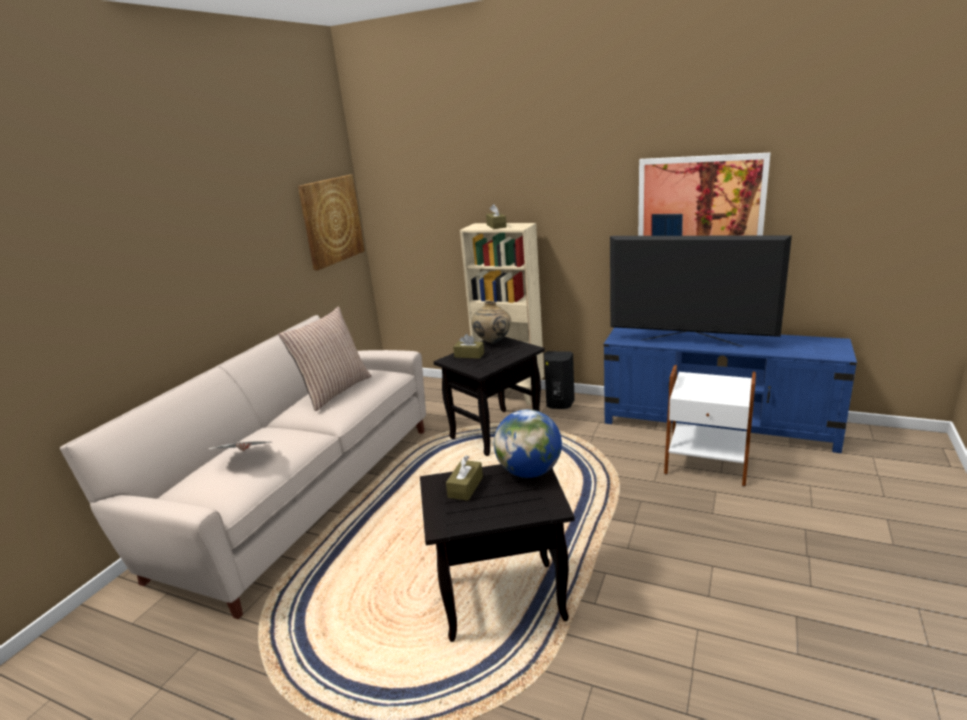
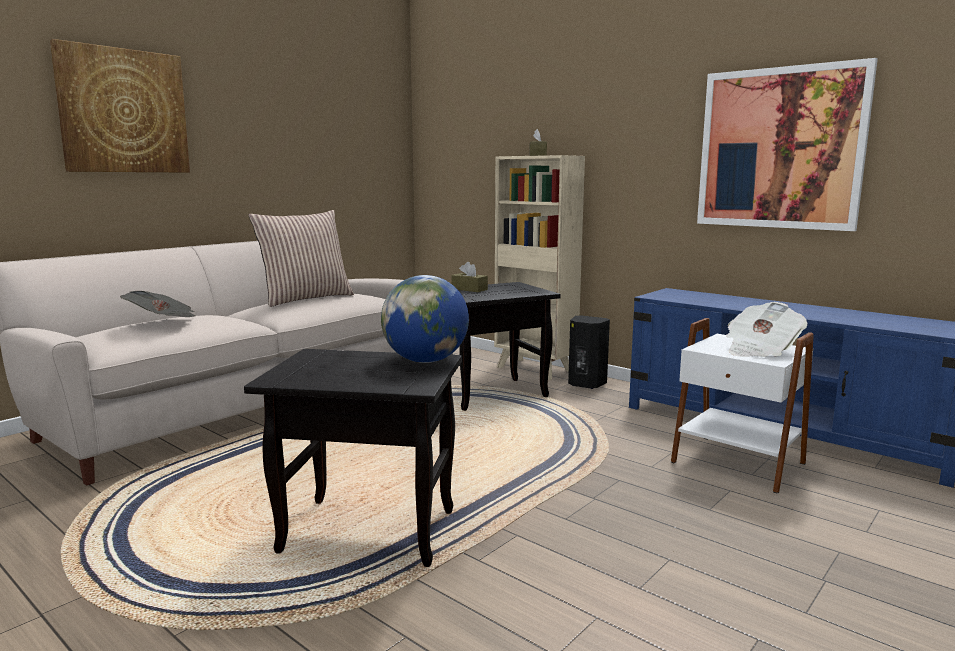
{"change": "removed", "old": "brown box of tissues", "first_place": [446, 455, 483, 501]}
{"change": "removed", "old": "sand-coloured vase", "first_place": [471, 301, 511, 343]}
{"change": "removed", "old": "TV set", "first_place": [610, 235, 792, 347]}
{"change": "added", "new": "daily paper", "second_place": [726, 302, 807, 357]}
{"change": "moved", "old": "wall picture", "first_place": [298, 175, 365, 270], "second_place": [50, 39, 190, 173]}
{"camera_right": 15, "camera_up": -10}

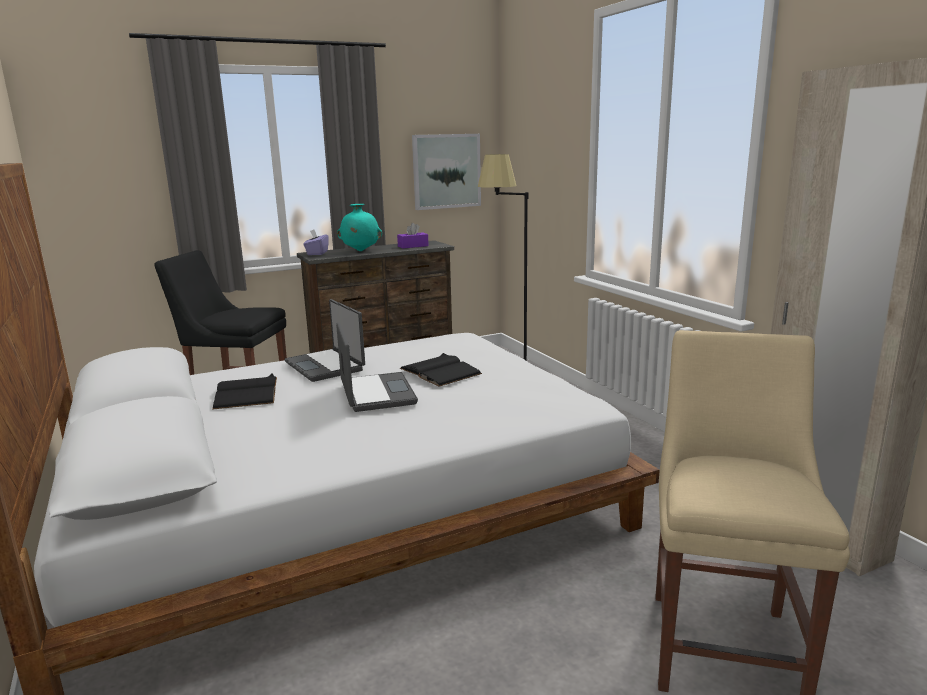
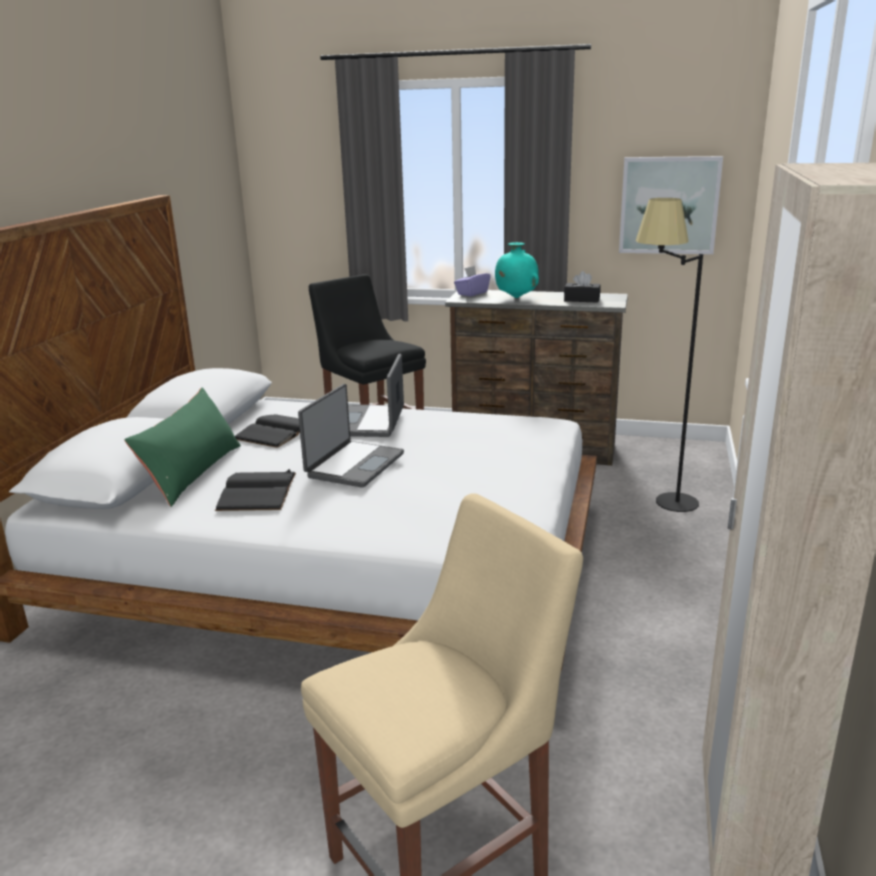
{"change": "added", "new": "green-coloured cushion", "second_place": [124, 388, 241, 507]}
{"change": "moved", "old": "blackish volume", "first_place": [400, 353, 482, 387], "second_place": [215, 469, 296, 511]}
{"change": "recoloured", "old": "purplish box of tissues", "new": "blackish box of tissues", "first_place": [397, 223, 429, 249], "second_place": [564, 271, 601, 303]}
{"camera_right": 40, "camera_up": 5}

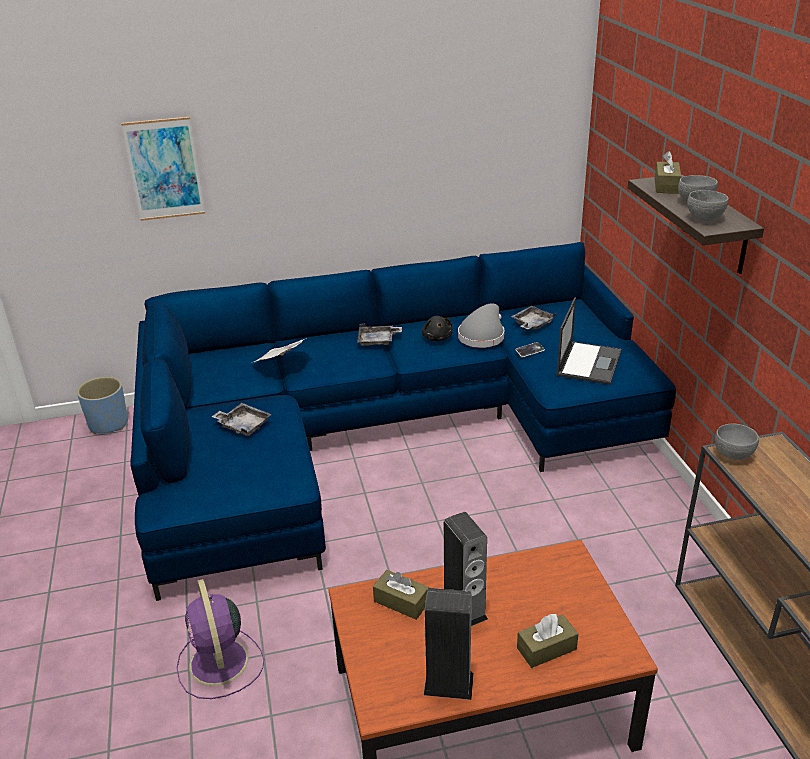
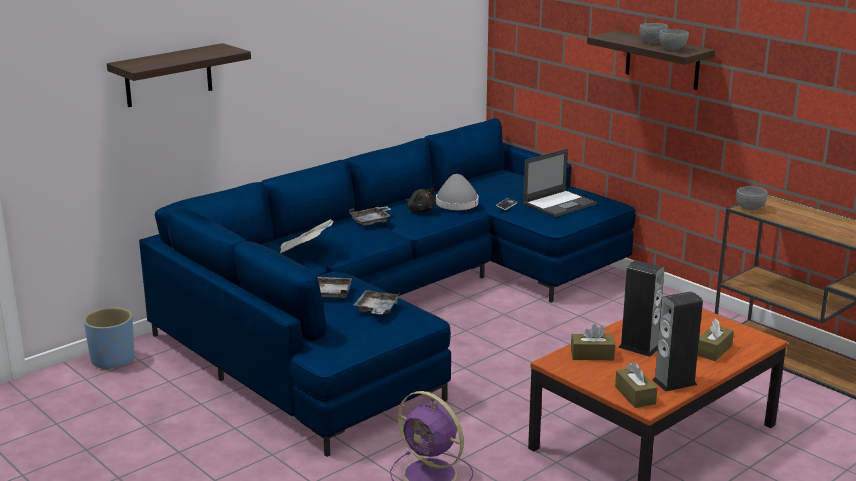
{"change": "moved", "old": "grey tray", "first_place": [511, 306, 556, 330], "second_place": [354, 290, 400, 315]}
{"change": "moved", "old": "brown box of tissues", "first_place": [655, 151, 681, 194], "second_place": [615, 362, 657, 408]}
{"change": "replaced", "old": "wall picture", "new": "bracket shelf", "first_place": [121, 117, 205, 221], "second_place": [107, 43, 251, 107]}
{"change": "turned", "old": "laptop", "first_place": [556, 297, 622, 385], "second_place": [523, 149, 597, 217], "degrees": 60}
{"camera_right": -30, "camera_up": -10}

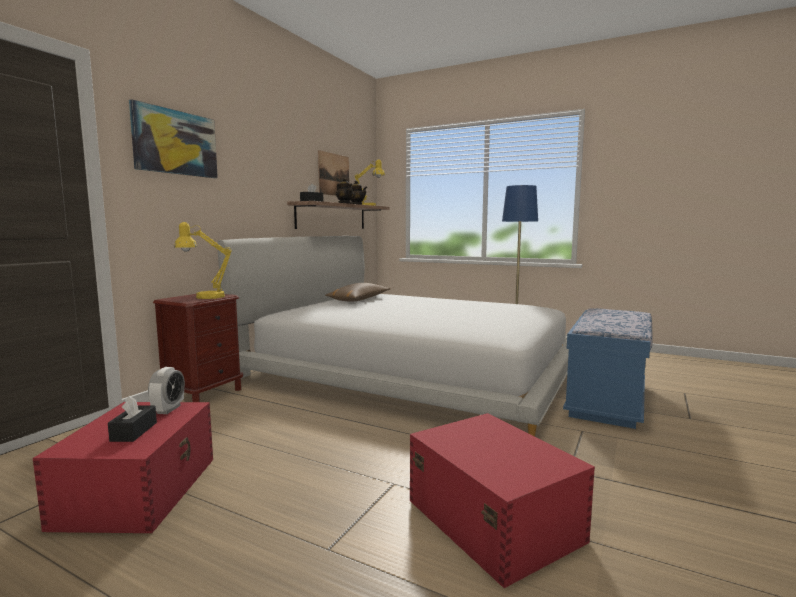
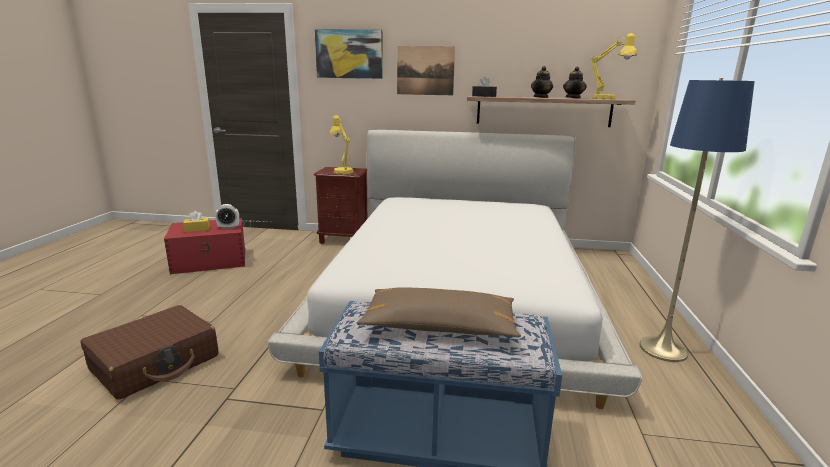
{"change": "moved", "old": "wall picture", "first_place": [318, 150, 349, 196], "second_place": [397, 46, 455, 95]}
{"change": "moved", "old": "brown cushion", "first_place": [326, 283, 391, 302], "second_place": [357, 287, 521, 337]}
{"change": "replaced", "old": "red-coloured storage box", "new": "brown travel case", "first_place": [410, 413, 595, 588], "second_place": [81, 305, 219, 400]}
{"change": "recoloured", "old": "blackish box of tissues", "new": "yellow box of tissues", "first_place": [108, 396, 157, 442], "second_place": [183, 211, 210, 232]}
{"camera_right": 70, "camera_up": 10}

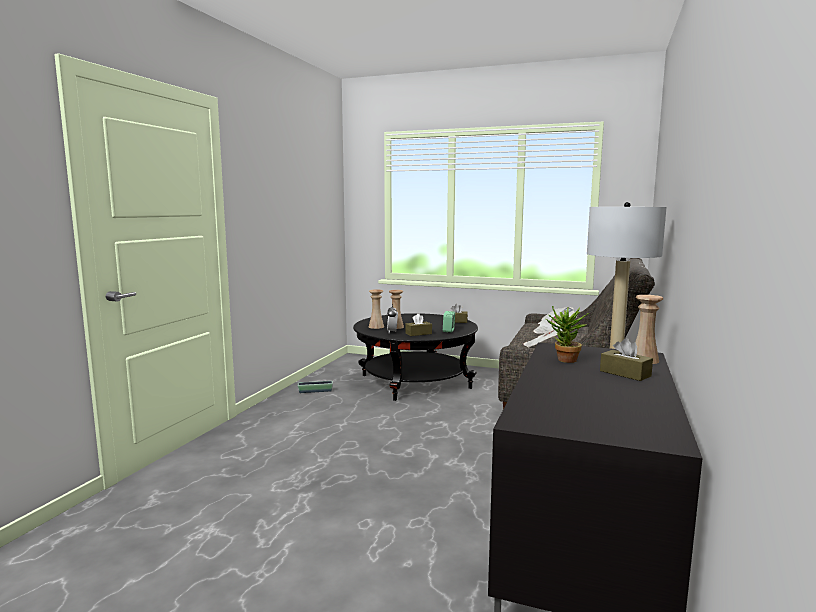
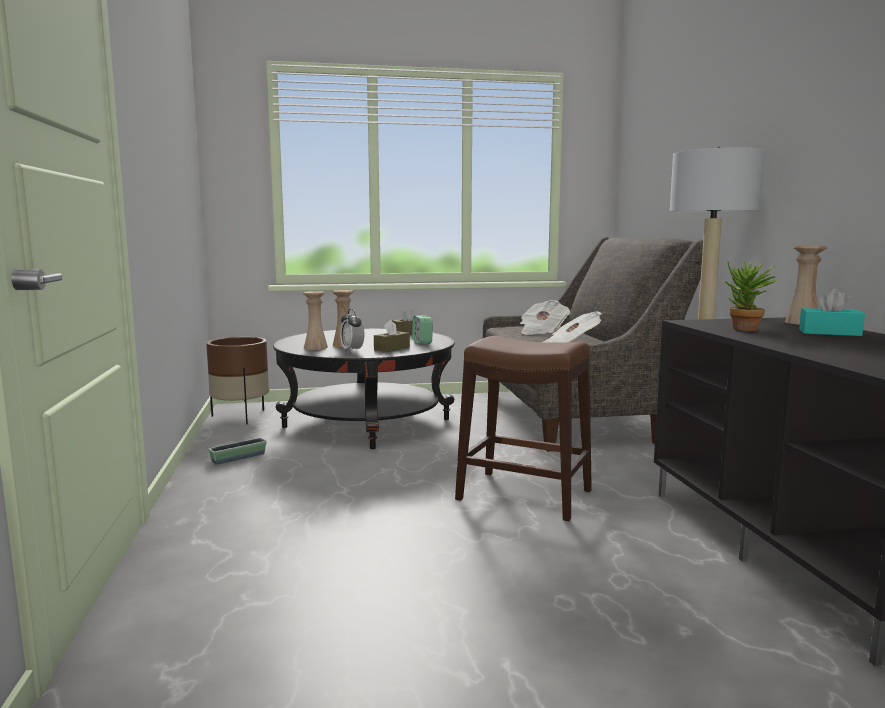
{"change": "added", "new": "brown flower pot", "second_place": [206, 337, 269, 424]}
{"change": "added", "new": "brown sitting stool", "second_place": [455, 336, 592, 521]}
{"change": "recoloured", "old": "brown box of tissues", "new": "turquoise box of tissues", "first_place": [600, 338, 653, 381], "second_place": [799, 289, 865, 336]}
{"camera_right": -30, "camera_up": 0}

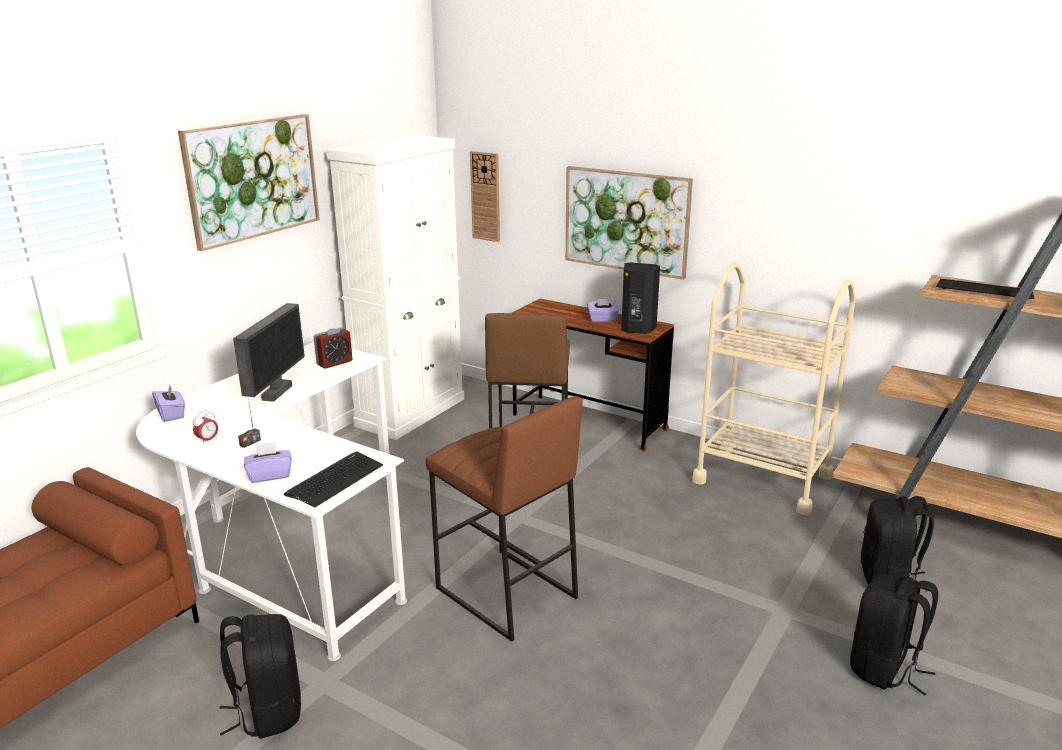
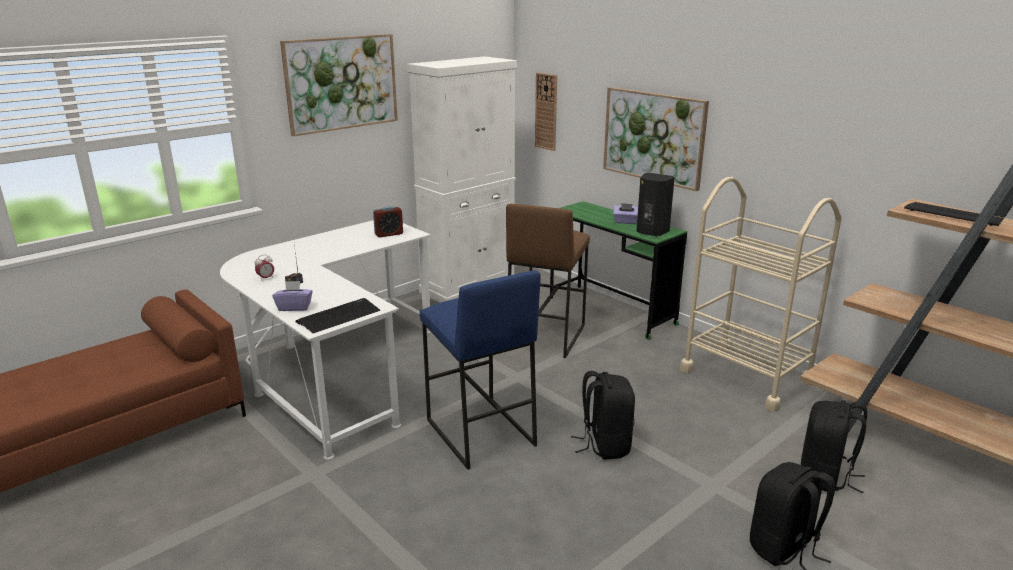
{"change": "removed", "old": "purplish box of tissues", "first_place": [152, 385, 185, 422]}
{"change": "removed", "old": "computer display", "first_place": [233, 303, 305, 402]}
{"change": "moved", "old": "blackish knapsack", "first_place": [220, 614, 301, 738], "second_place": [571, 371, 635, 460]}
{"change": "recoloured", "old": "brown sitting stool", "new": "bluish sitting stool", "first_place": [425, 396, 583, 642], "second_place": [419, 271, 541, 470]}
{"change": "recoloured", "old": "brown desk table", "new": "green-coloured desk table", "first_place": [512, 298, 674, 451], "second_place": [550, 201, 687, 340]}
{"camera_right": 15, "camera_up": 0}

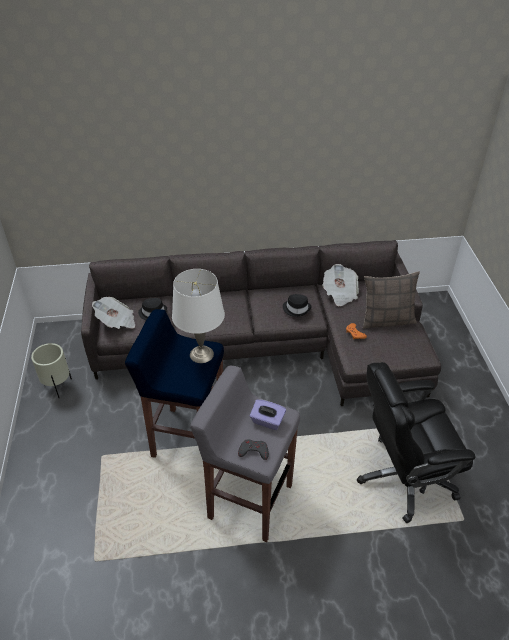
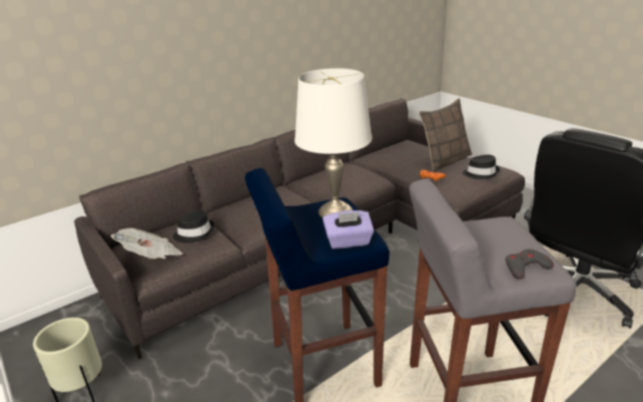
{"change": "removed", "old": "daily paper", "first_place": [323, 264, 359, 307]}
{"change": "moved", "old": "purplish box of tissues", "first_place": [250, 399, 286, 430], "second_place": [323, 210, 374, 249]}
{"change": "moved", "old": "blackish clothing hat", "first_place": [283, 294, 311, 317], "second_place": [462, 155, 500, 180]}
{"camera_right": -30, "camera_up": -15}

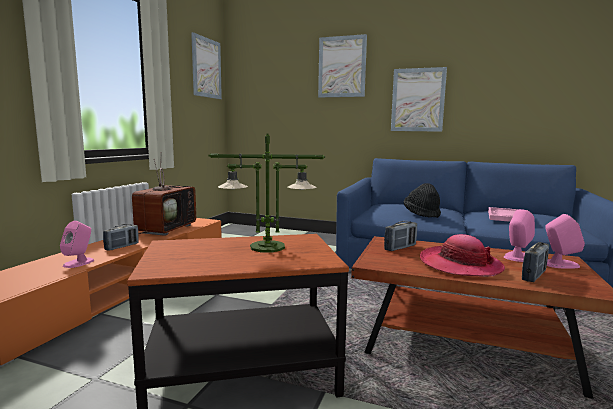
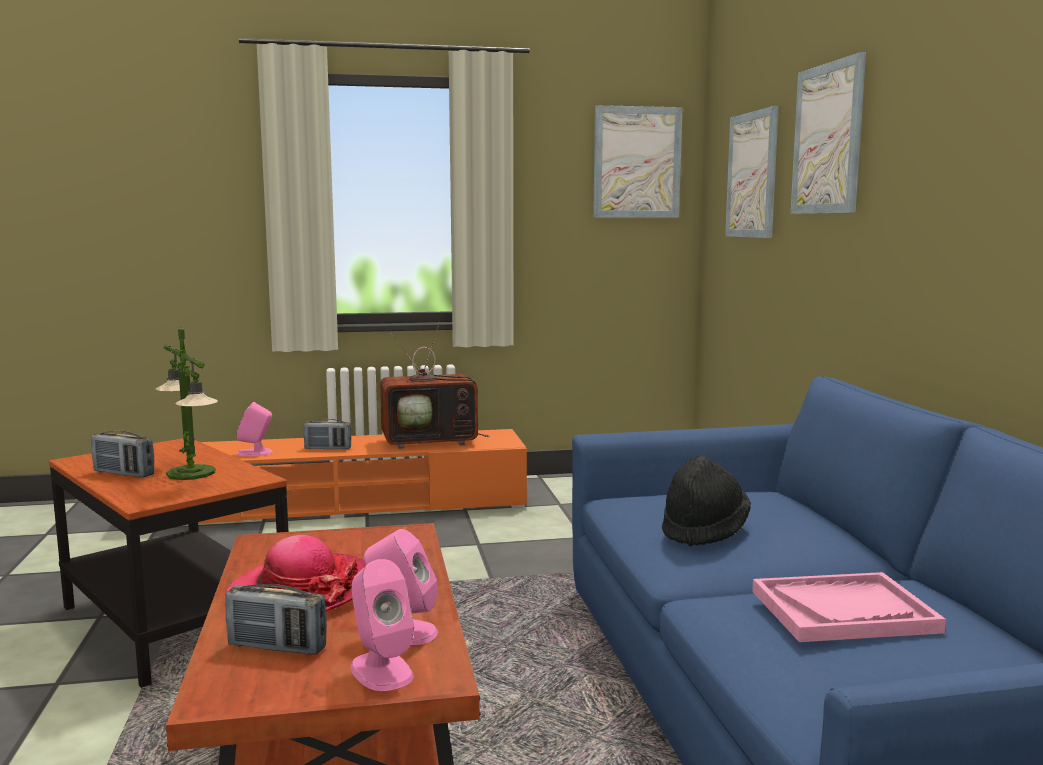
{"change": "moved", "old": "radio receiver", "first_place": [384, 221, 417, 251], "second_place": [91, 431, 154, 477]}
{"change": "moved", "old": "wall picture", "first_place": [391, 67, 447, 132], "second_place": [725, 106, 779, 238]}
{"camera_right": 60, "camera_up": 0}

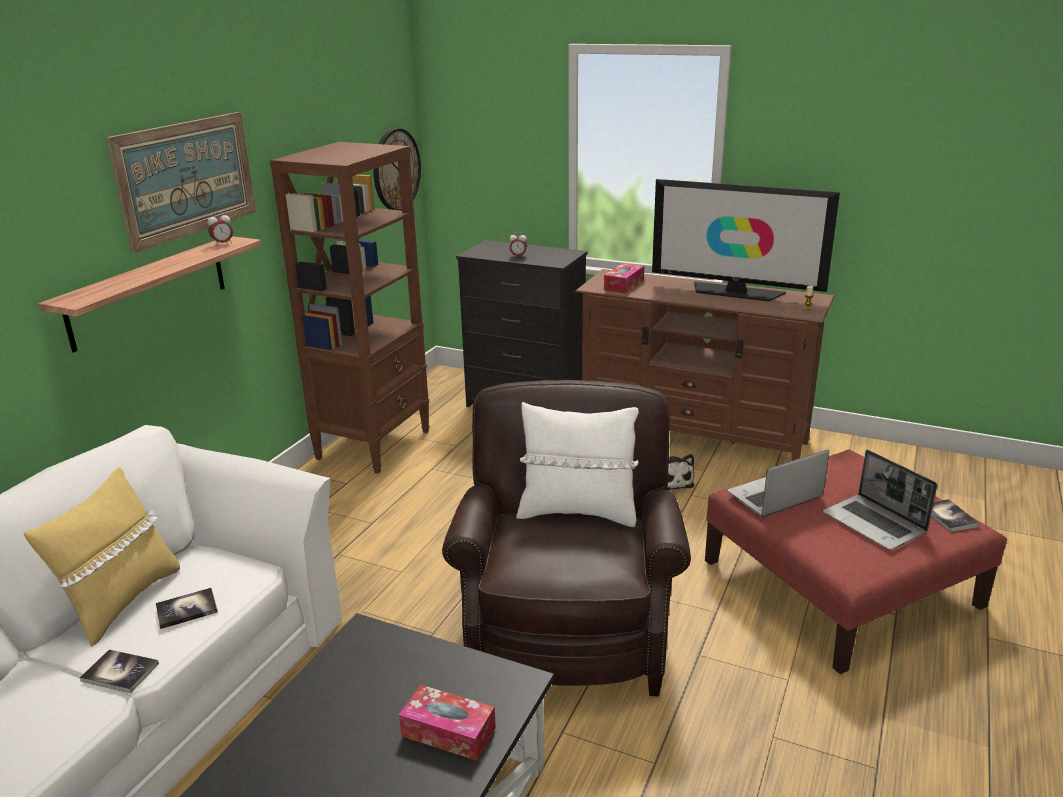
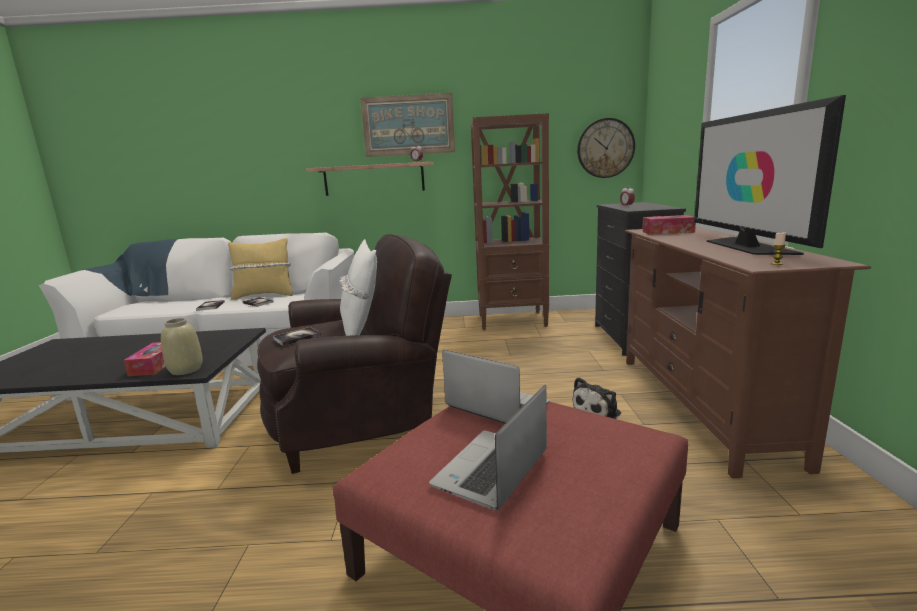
{"change": "added", "new": "sand-coloured vase", "second_place": [161, 318, 203, 375]}
{"change": "moved", "old": "volume", "first_place": [931, 499, 980, 532], "second_place": [273, 327, 322, 346]}
{"camera_right": 65, "camera_up": -10}

